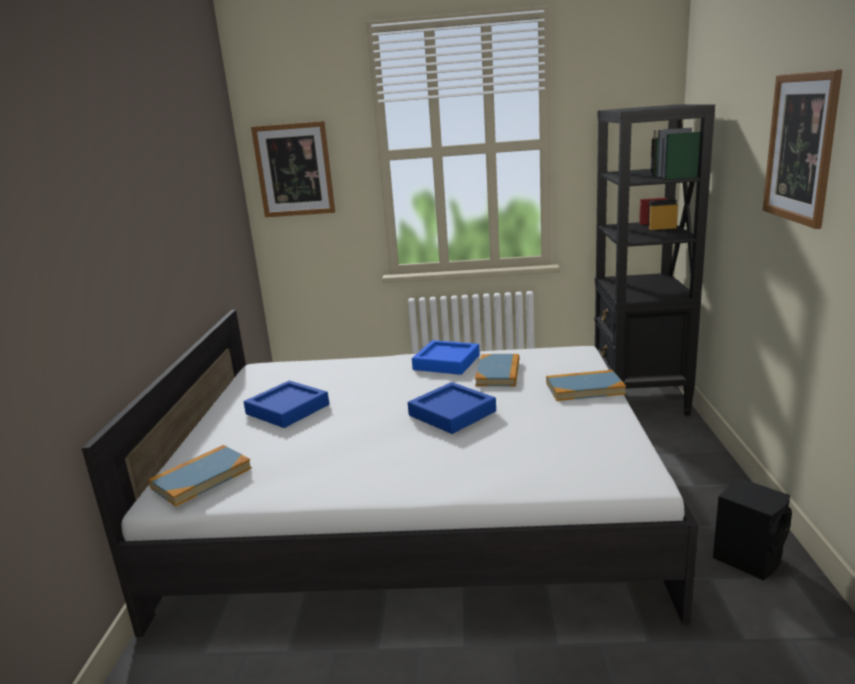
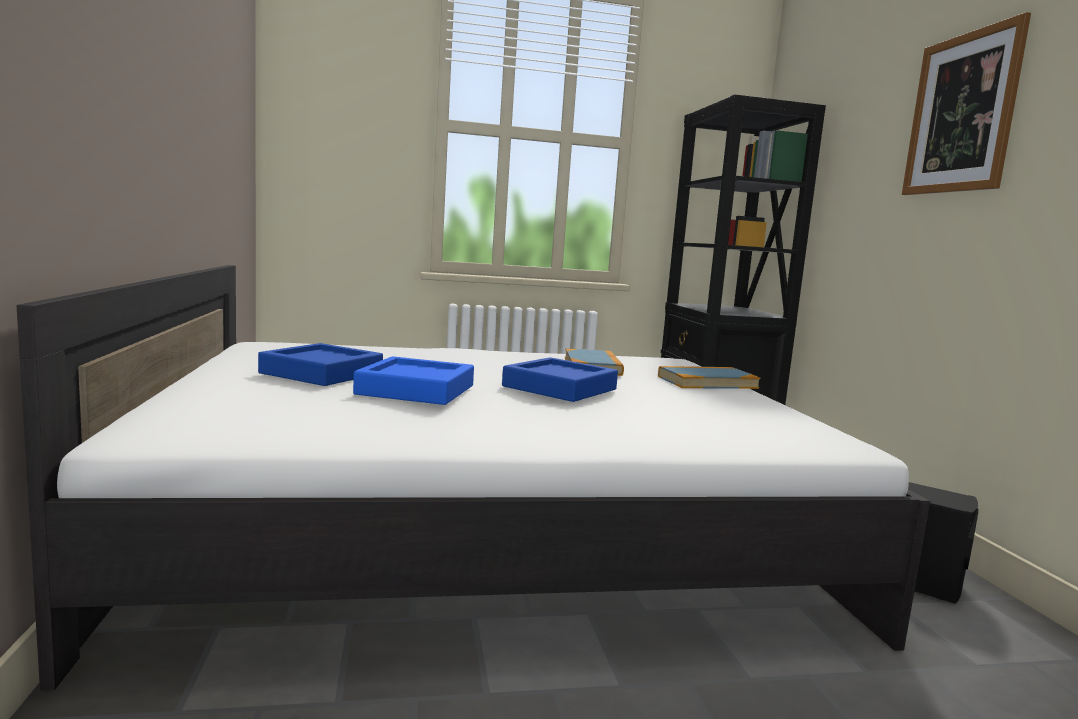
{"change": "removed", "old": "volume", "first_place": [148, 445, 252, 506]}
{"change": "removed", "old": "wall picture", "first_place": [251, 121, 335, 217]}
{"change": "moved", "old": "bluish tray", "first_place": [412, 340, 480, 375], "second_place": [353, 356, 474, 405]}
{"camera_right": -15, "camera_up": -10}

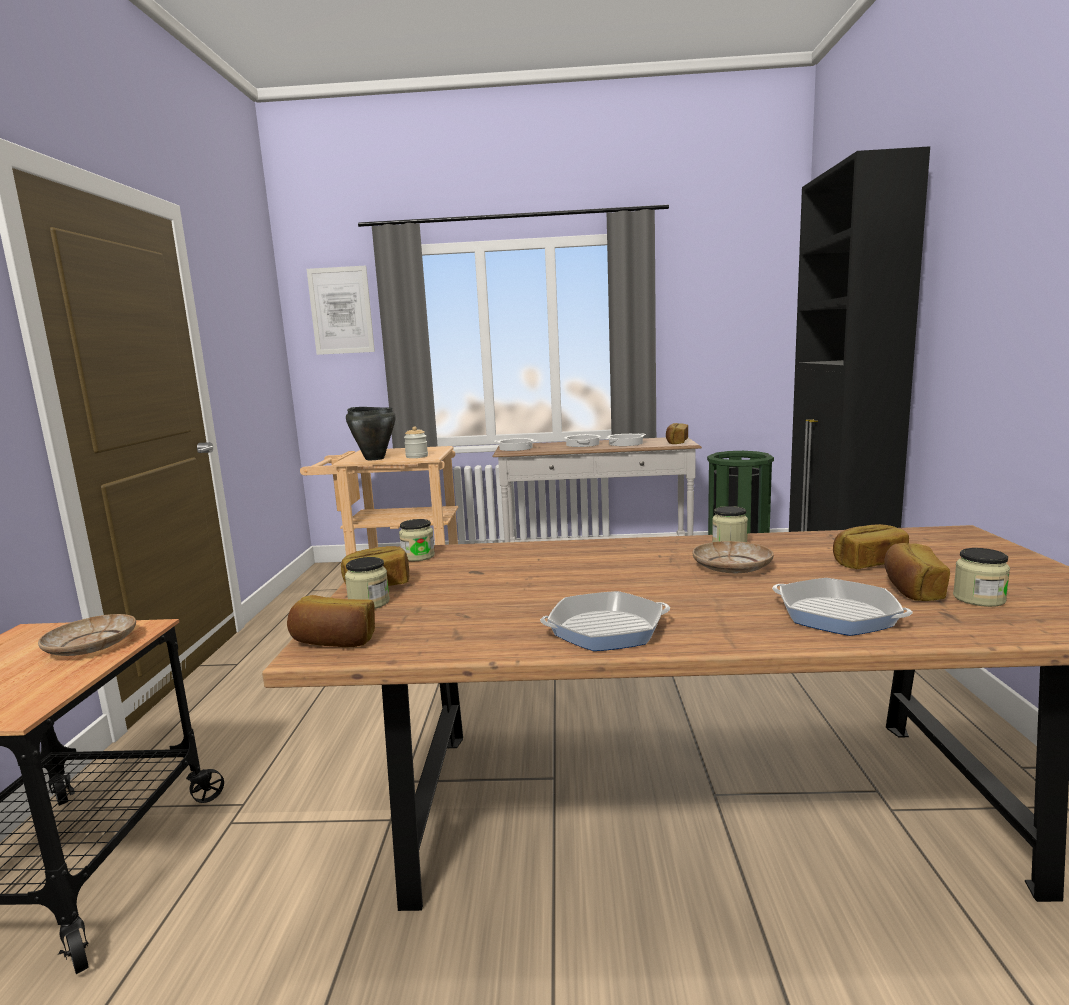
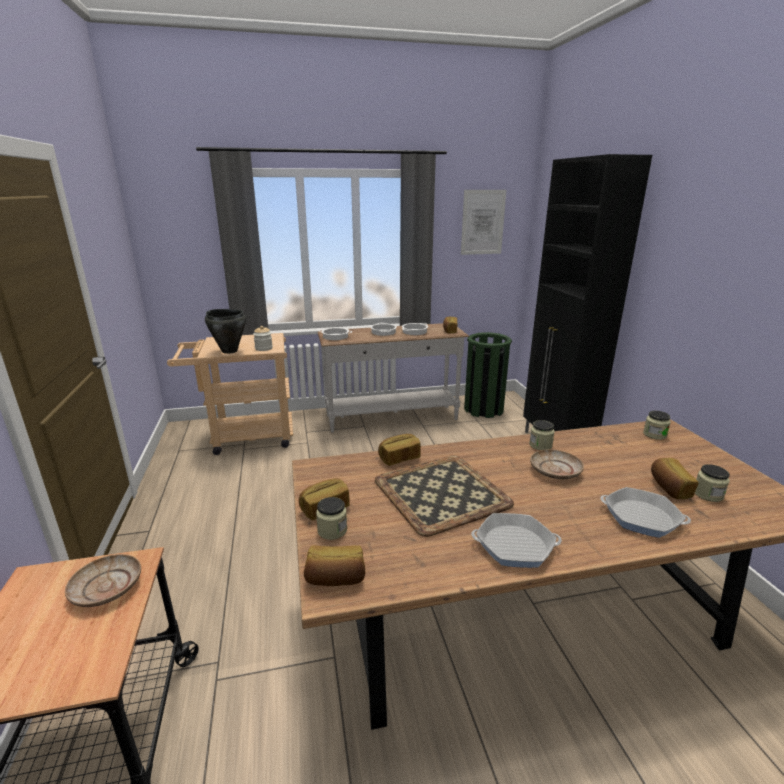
{"change": "added", "new": "tray", "second_place": [375, 455, 514, 537]}
{"change": "moved", "old": "wall picture", "first_place": [307, 266, 375, 355], "second_place": [461, 190, 506, 255]}
{"change": "moved", "old": "jar", "first_place": [399, 519, 435, 561], "second_place": [643, 411, 671, 440]}
{"change": "moved", "old": "bakery bread", "first_place": [833, 524, 909, 569], "second_place": [378, 434, 421, 466]}
{"change": "turned", "old": "frying pan", "first_place": [540, 591, 670, 651], "second_place": [471, 513, 562, 568], "degrees": -150}
{"camera_right": -15, "camera_up": 10}

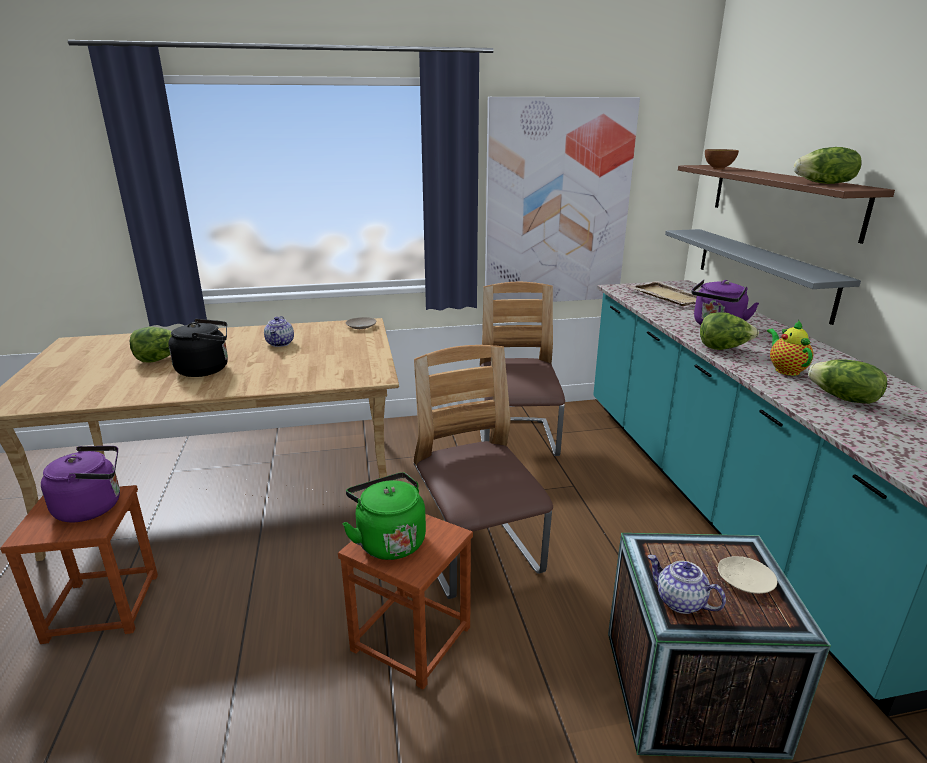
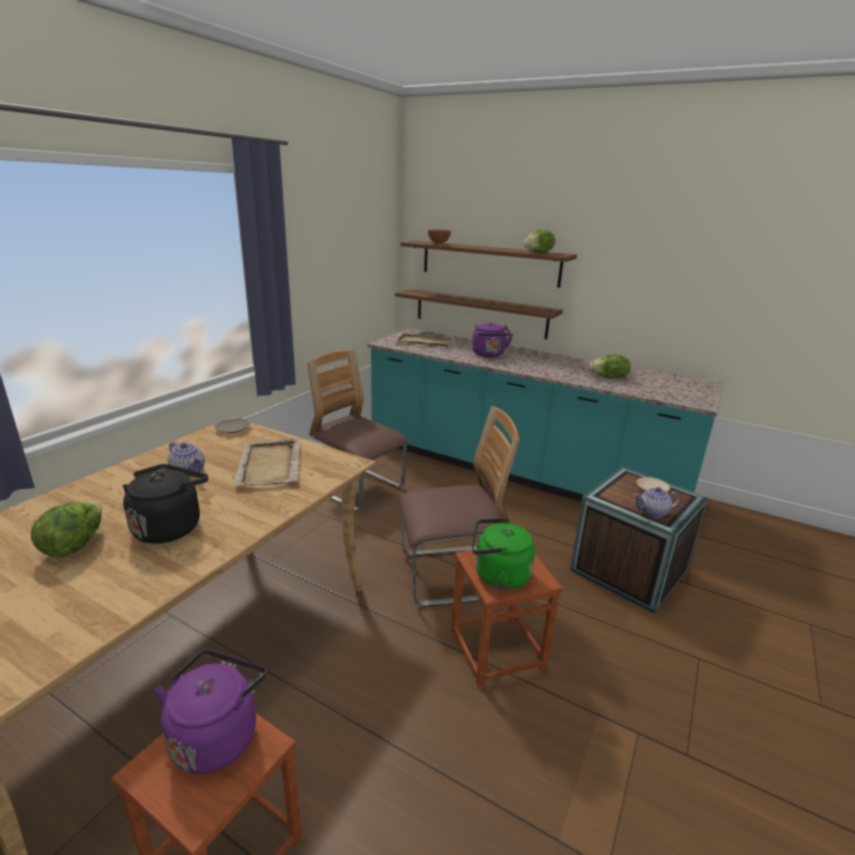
{"change": "removed", "old": "wall picture", "first_place": [485, 97, 640, 302]}
{"change": "removed", "old": "lettuce head", "first_place": [700, 312, 759, 350]}
{"change": "removed", "old": "pot for tea", "first_place": [767, 320, 813, 376]}
{"change": "added", "new": "sand-coloured tray", "second_place": [233, 439, 300, 486]}
{"change": "recoloured", "old": "grey bracket shelf", "new": "brown bracket shelf", "first_place": [665, 229, 861, 325], "second_place": [395, 289, 563, 339]}
{"change": "turned", "old": "plain chair", "first_place": [414, 345, 553, 599], "second_place": [399, 406, 520, 607], "degrees": 150}
{"camera_right": -50, "camera_up": 0}

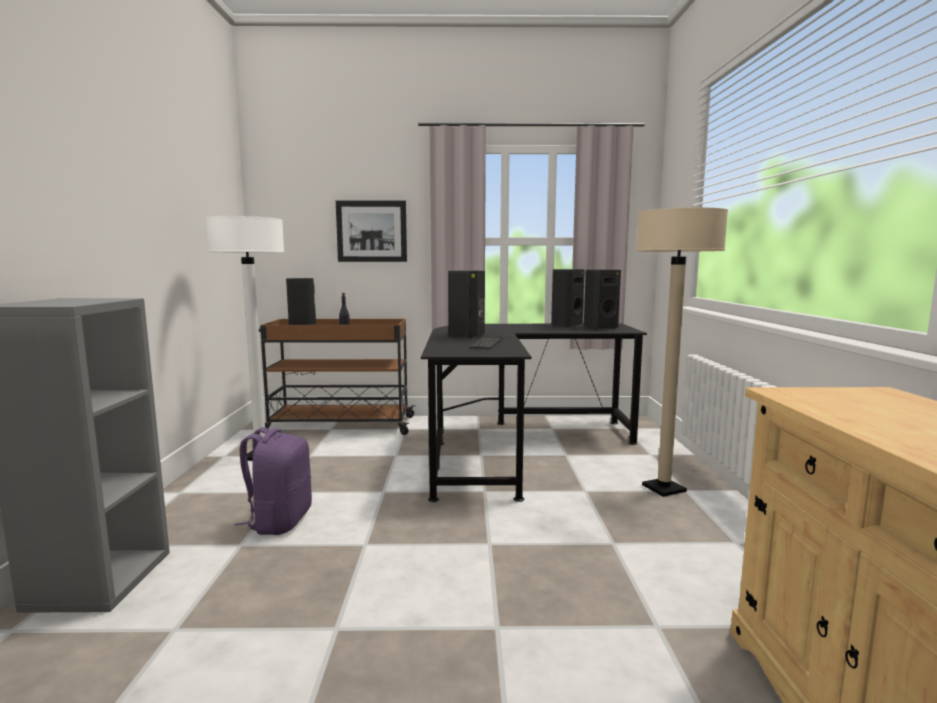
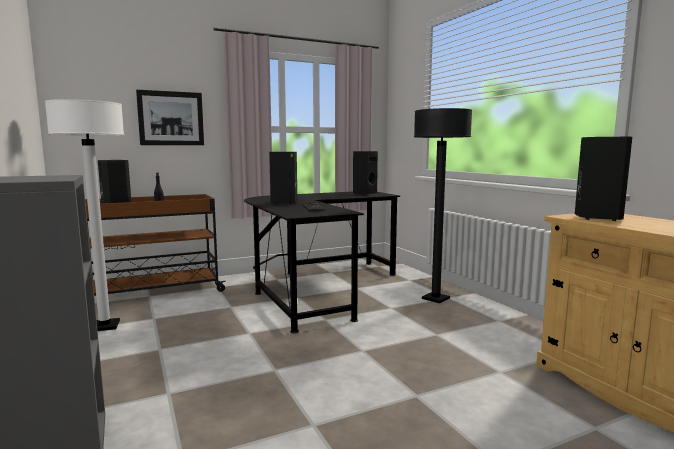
{"change": "removed", "old": "purplish knapsack", "first_place": [235, 427, 312, 535]}
{"change": "moved", "old": "blackish loudspeaker", "first_place": [551, 269, 585, 327], "second_place": [575, 137, 632, 221]}
{"change": "recoloured", "old": "sand-coloured floor lamp", "new": "blackish floor lamp", "first_place": [636, 207, 728, 497], "second_place": [414, 108, 472, 303]}
{"camera_right": -25, "camera_up": 0}

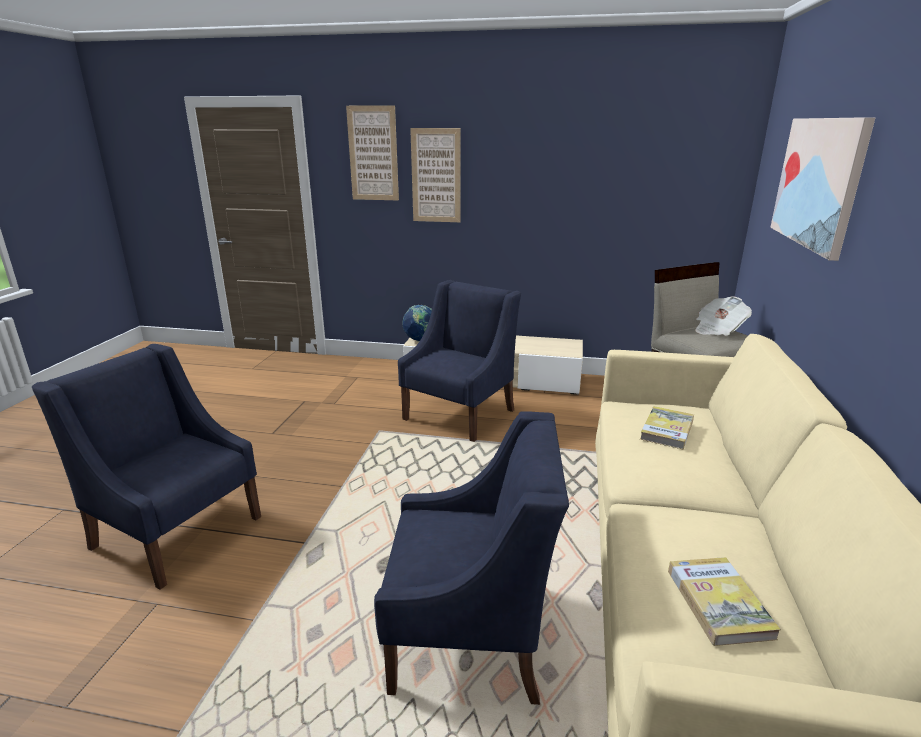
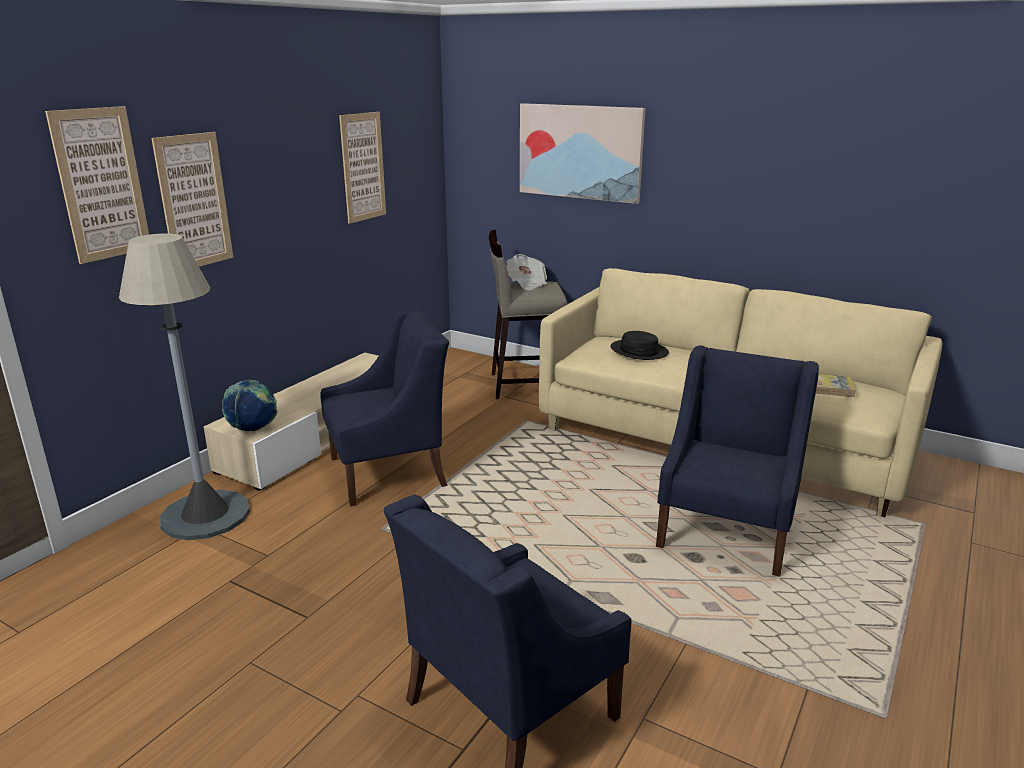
{"change": "added", "new": "grey floor lamp", "second_place": [119, 234, 250, 540]}
{"change": "added", "new": "wall picture", "second_place": [339, 112, 386, 224]}
{"change": "replaced", "old": "volume", "new": "blackish clothing hat", "first_place": [640, 406, 694, 450], "second_place": [610, 331, 669, 360]}
{"change": "turned", "old": "bluish easy chair", "first_place": [398, 280, 521, 442], "second_place": [320, 310, 449, 506], "degrees": 105}
{"camera_right": -70, "camera_up": 0}

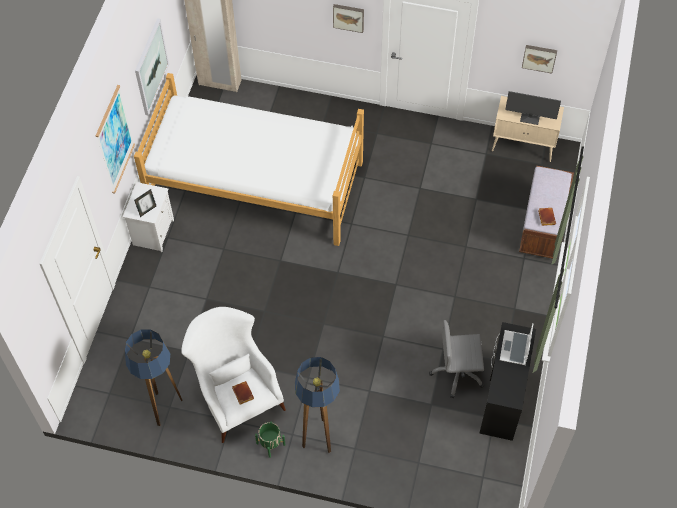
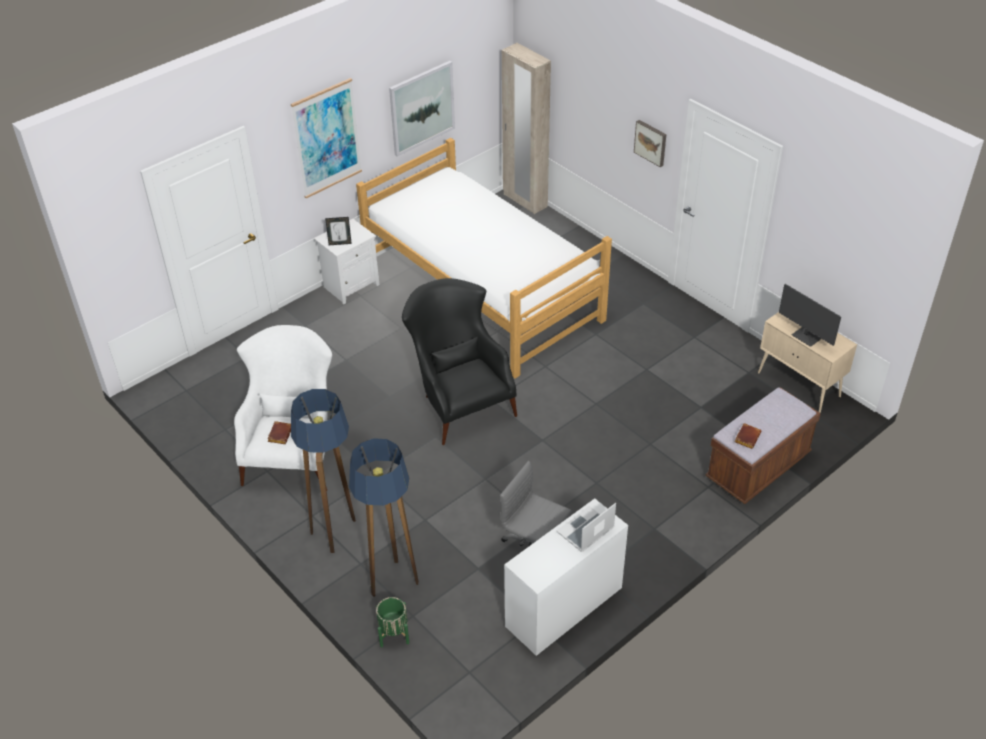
{"change": "removed", "old": "wall picture", "first_place": [522, 45, 557, 74]}
{"change": "added", "new": "blackish easy chair", "second_place": [402, 278, 517, 445]}
{"change": "moved", "old": "floor lamp", "first_place": [125, 329, 183, 426], "second_place": [349, 438, 419, 597]}
{"change": "moved", "old": "green-coloured flower pot", "first_place": [255, 422, 286, 458], "second_place": [376, 597, 409, 647]}
{"change": "recoloured", "old": "blackish desk table", "new": "white desk table", "first_place": [479, 322, 536, 441], "second_place": [504, 498, 628, 656]}
{"camera_right": 35, "camera_up": -15}

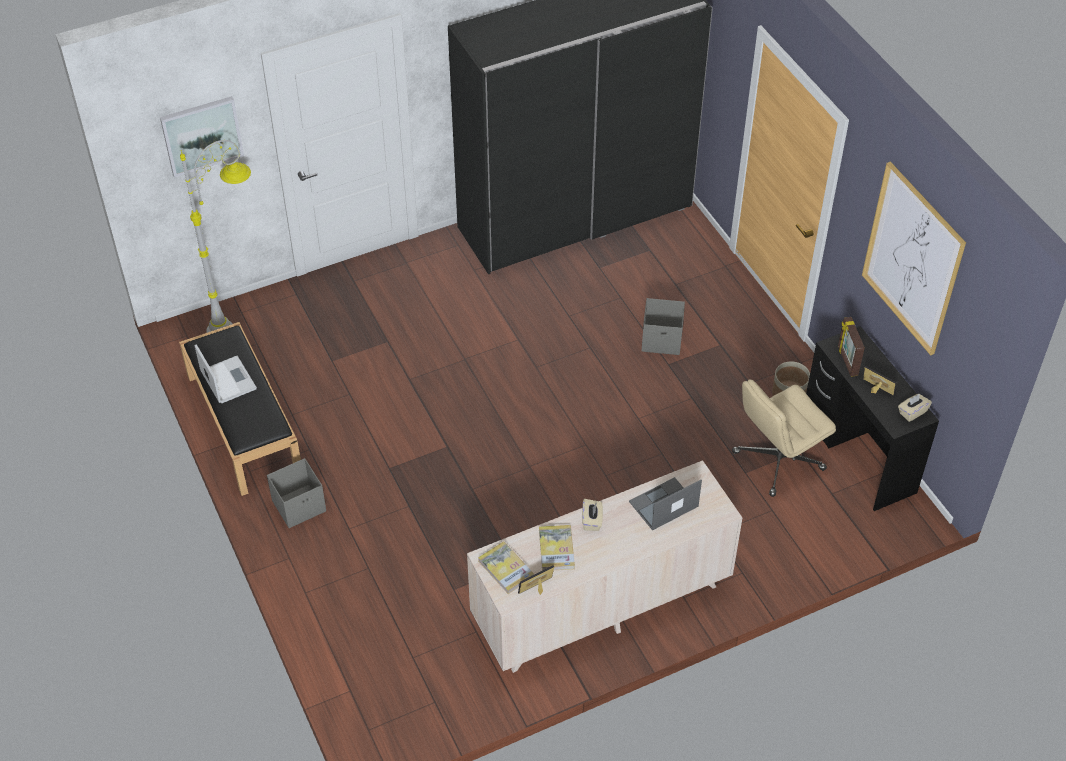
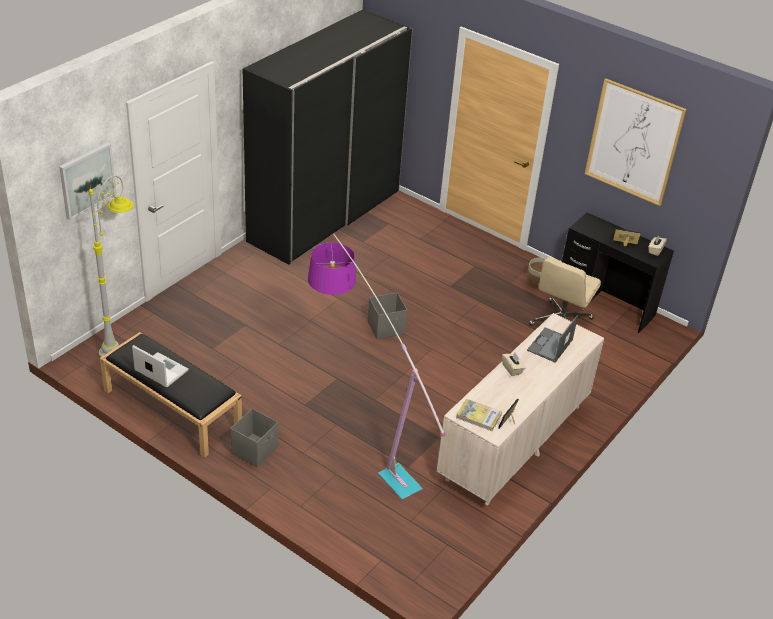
{"change": "removed", "old": "volume", "first_place": [539, 525, 575, 570]}
{"change": "removed", "old": "standing frame", "first_place": [838, 317, 865, 377]}
{"change": "added", "new": "floor lamp", "second_place": [308, 233, 445, 500]}
{"change": "moved", "old": "grey storage box", "first_place": [642, 298, 685, 355], "second_place": [367, 292, 407, 339]}
{"camera_right": -30, "camera_up": -10}

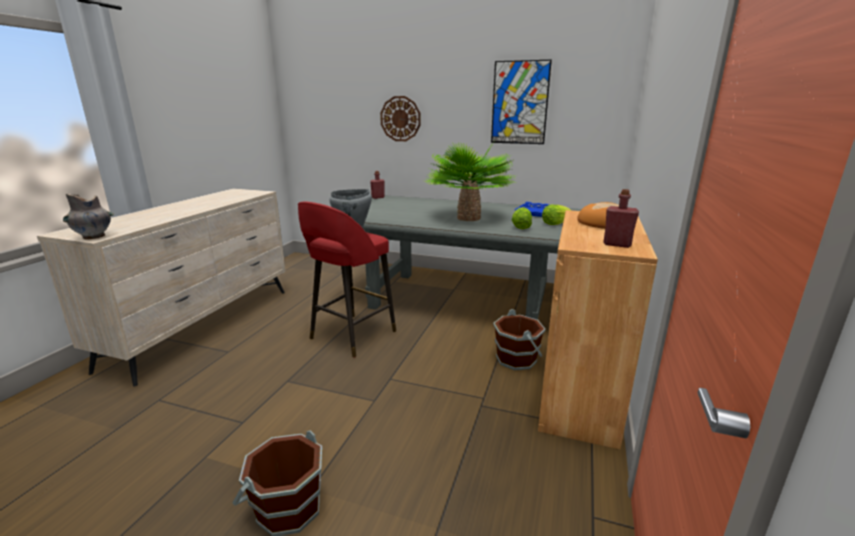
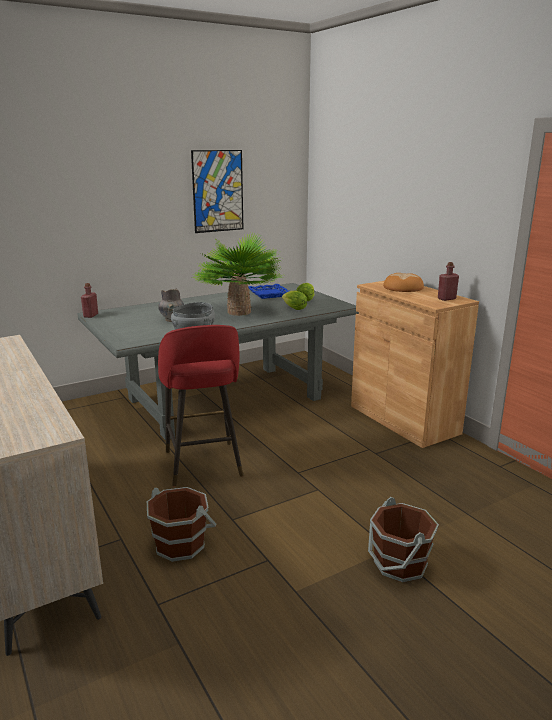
{"change": "removed", "old": "hanging clock", "first_place": [380, 96, 420, 141]}
{"change": "moved", "old": "grey vase", "first_place": [63, 193, 114, 240], "second_place": [158, 288, 184, 322]}
{"change": "moved", "old": "brown water bucket", "first_place": [493, 309, 546, 370], "second_place": [147, 487, 217, 562]}
{"camera_right": -50, "camera_up": 0}

